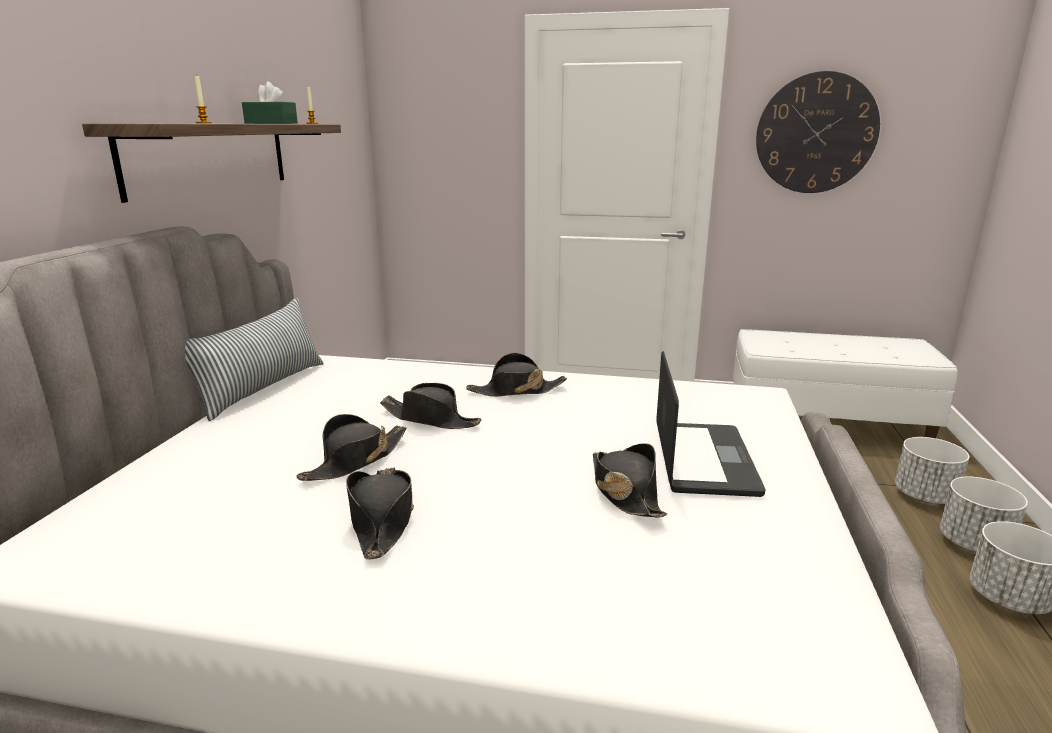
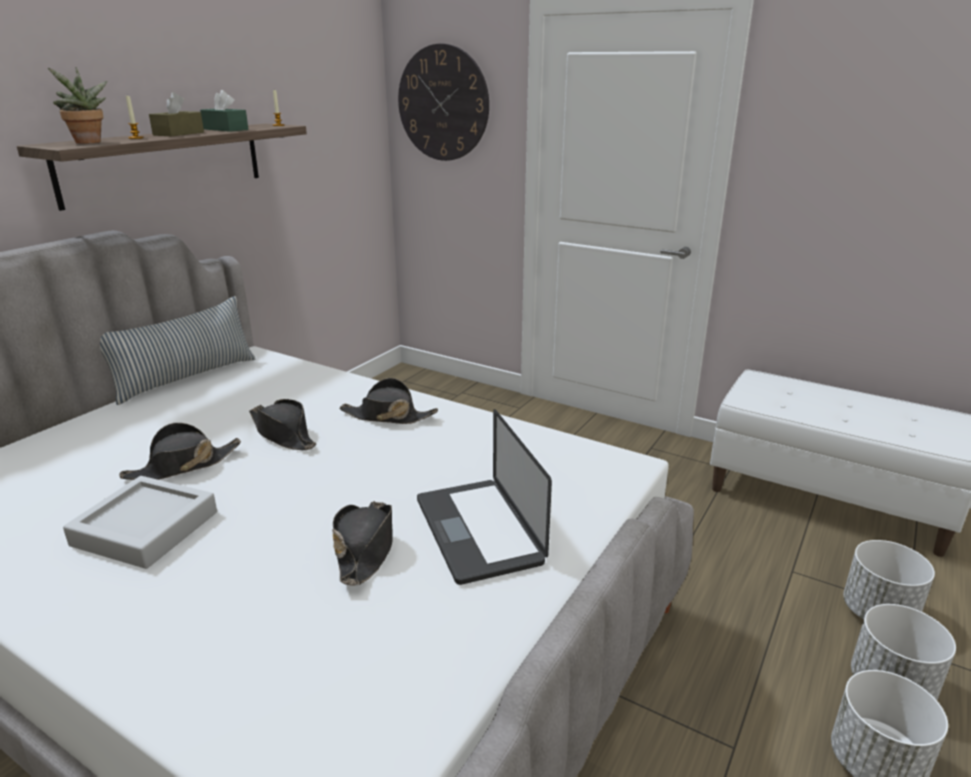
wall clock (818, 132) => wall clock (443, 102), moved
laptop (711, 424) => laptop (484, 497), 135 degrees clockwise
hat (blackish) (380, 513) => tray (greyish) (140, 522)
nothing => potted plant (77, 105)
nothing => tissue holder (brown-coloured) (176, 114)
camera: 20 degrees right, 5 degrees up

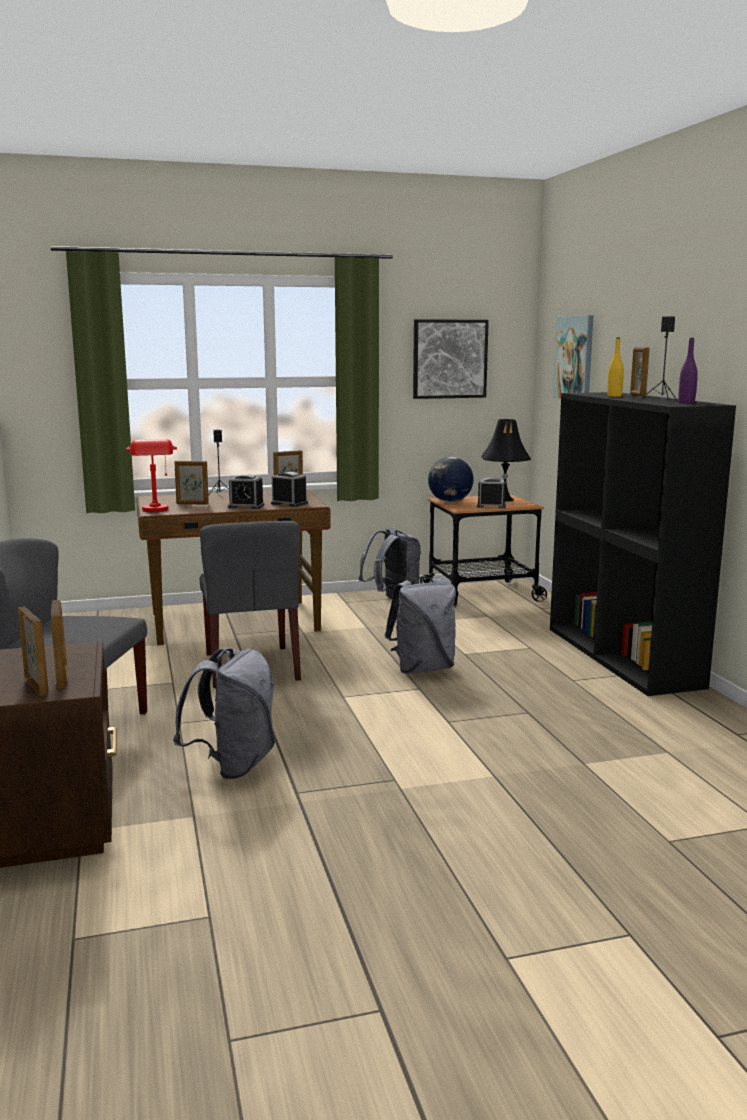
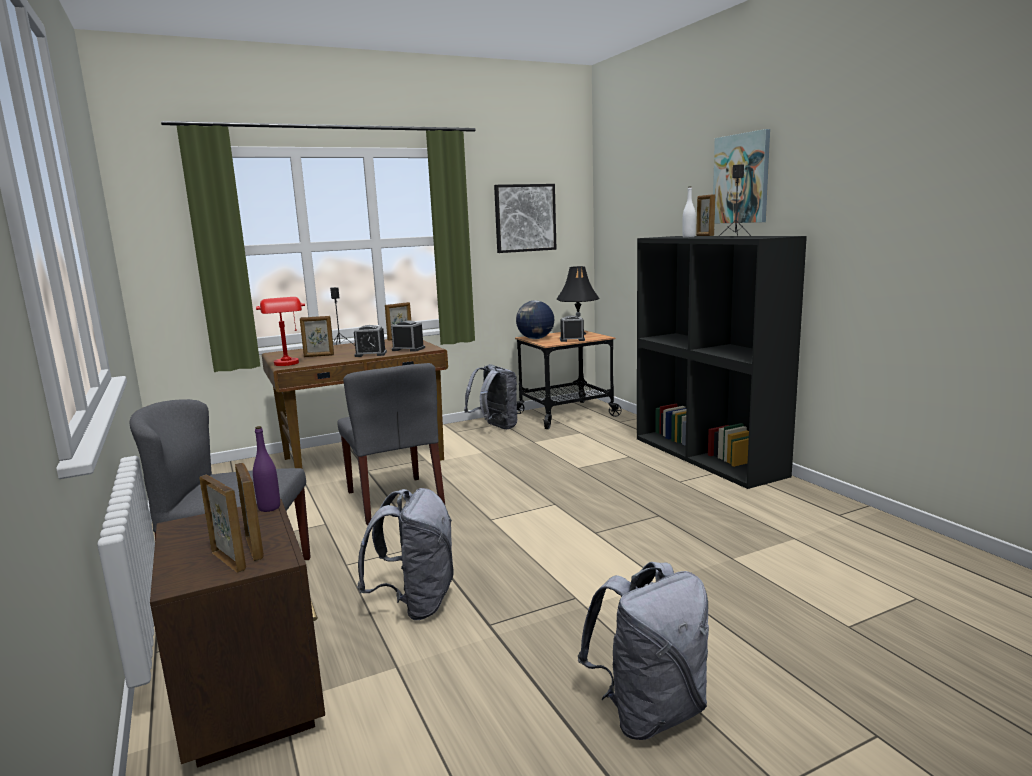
picture (573, 357) => picture (741, 176), moved
bottle (yellow-coloured) (615, 367) => bottle (whitish) (689, 212)
bottle (purplish) (688, 371) => bottle (purplish) (266, 469), moved
backpack (greyish) (420, 625) => backpack (greyish) (643, 651), moved
camera: 10 degrees left, 0 degrees up

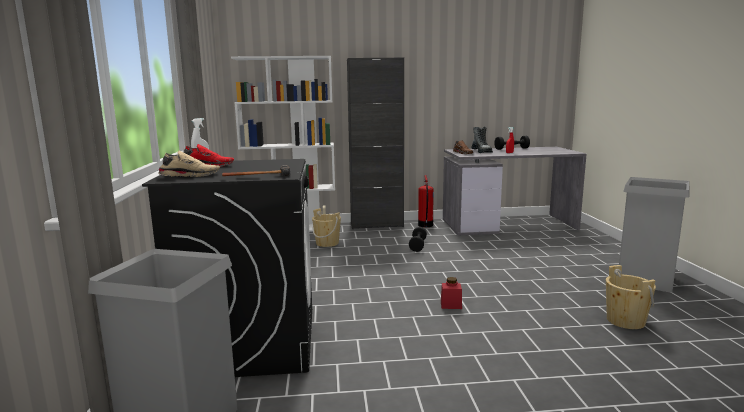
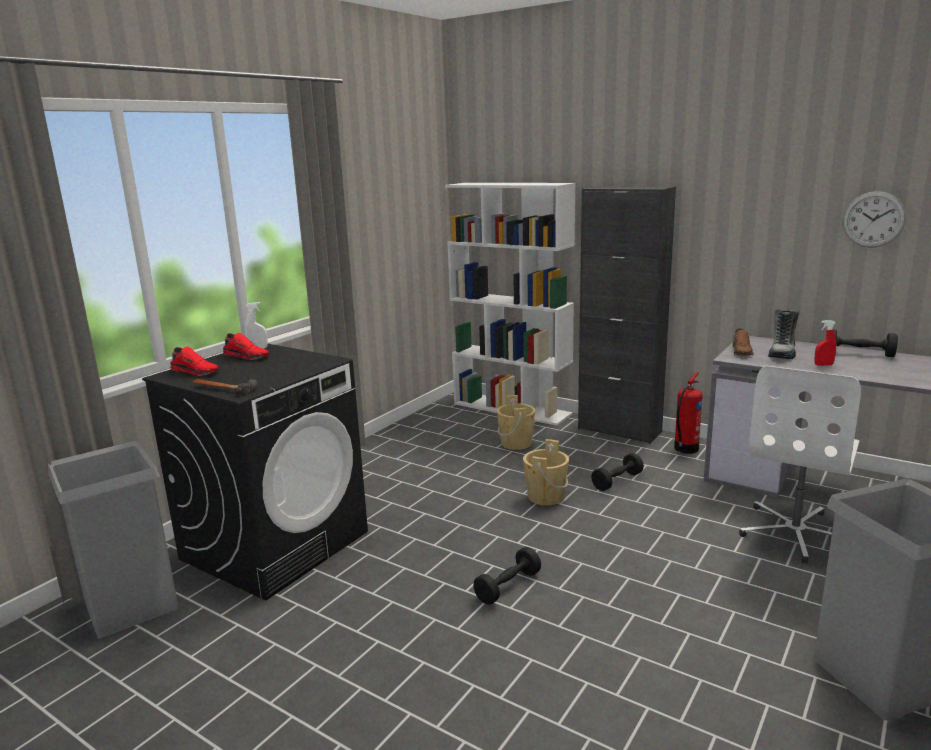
low shoe (sand-coloured) (189, 164) => low shoe (red) (194, 361)
bucket (sand-coloured) (631, 297) => bucket (sand-coloured) (546, 472), moved
jar (red) (451, 293) => hand weight (blackish) (507, 576)
nothing => wall clock (874, 219)
nothing => computer chair (whitish) (800, 464)
camera: 40 degrees right, 5 degrees up

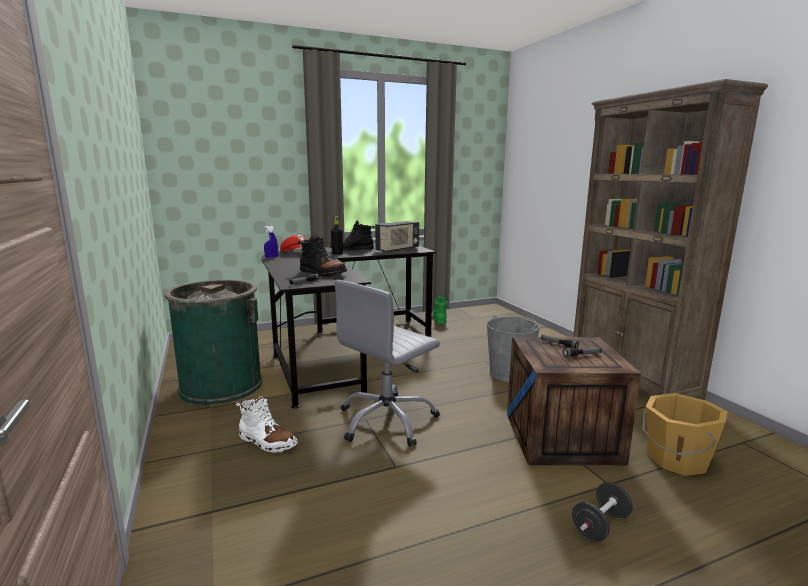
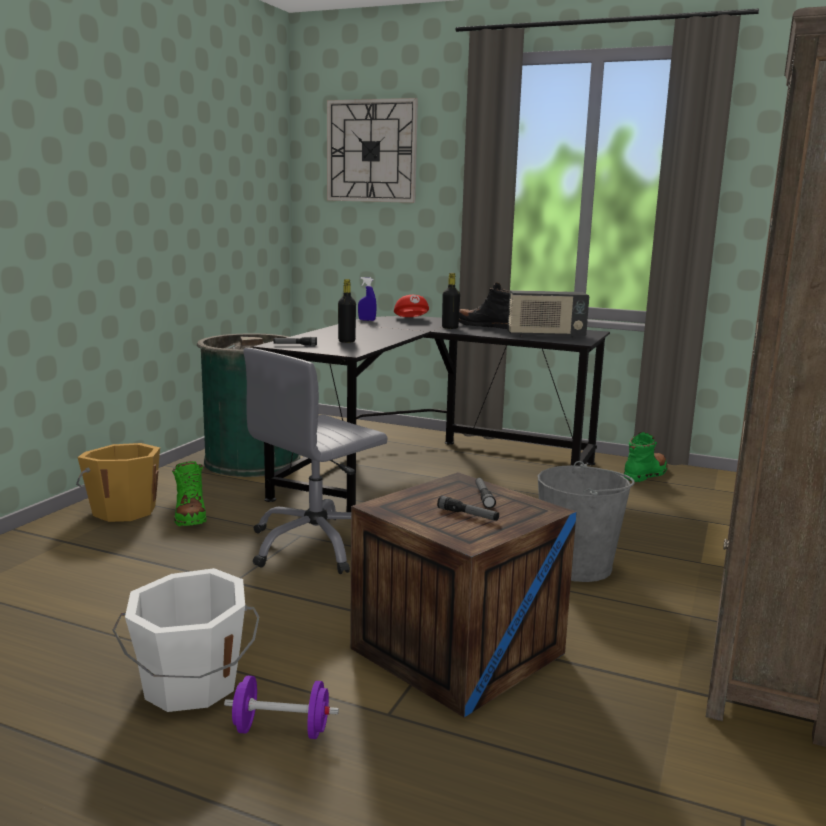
tall boot (blackish) (322, 256) => bottle (blackish) (347, 311)
computer chair (greyish) (387, 363) => computer chair (greyish) (315, 461), 45 degrees counterclockwise
bucket (orange) (685, 434) => bucket (orange) (118, 482), moved
tall boot (whitish) (267, 424) => tall boot (greenish) (189, 494)
hand weight (blackish) (602, 511) => hand weight (purplish) (281, 707)
nothing => wall clock (372, 150)
nothing => bucket (whitish) (186, 640)
camera: 45 degrees right, 0 degrees up

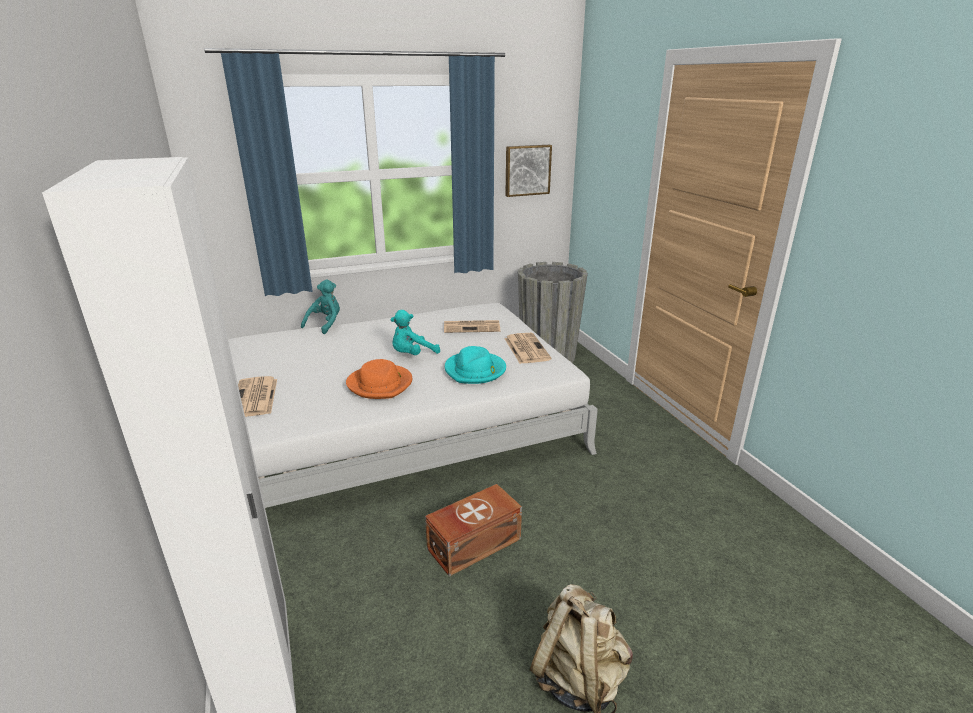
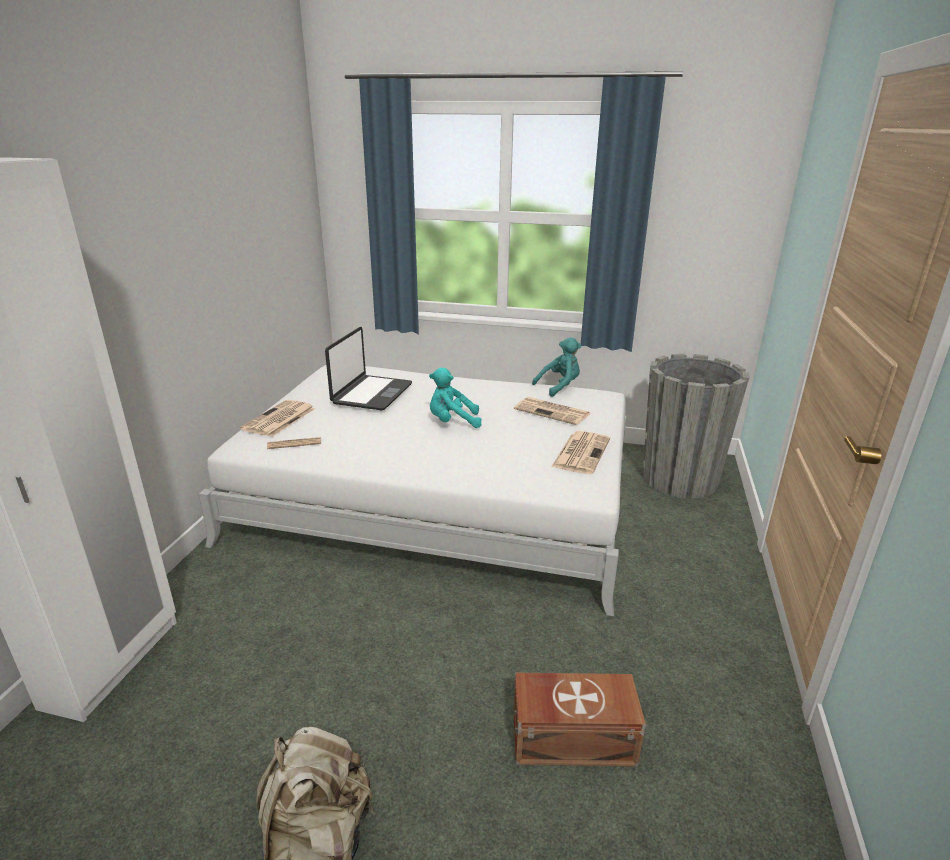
picture (528, 171) => nothing
soft toy (blue-green) (320, 307) => soft toy (blue-green) (557, 367), moved
hat (blue-green) (475, 365) => nothing
hat (orange) (379, 379) => nothing
storage box (brown-coloured) (473, 530) => storage box (brown-coloured) (579, 719), moved
nothing => laptop (368, 368)
nothing => printed paper (294, 443)
camera: 35 degrees right, 0 degrees up

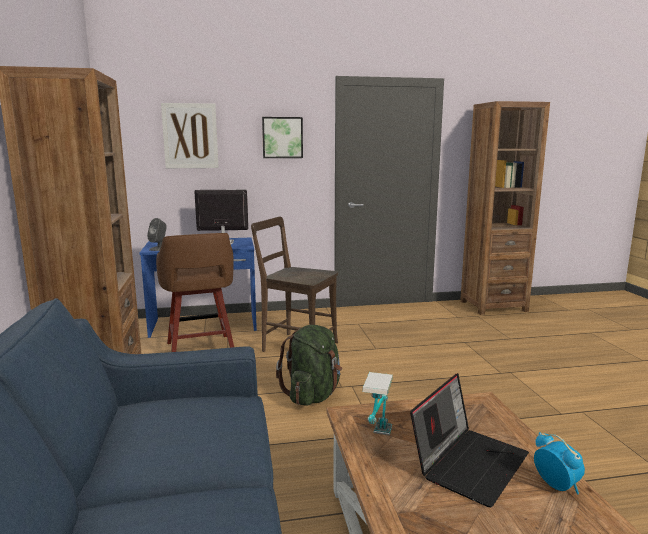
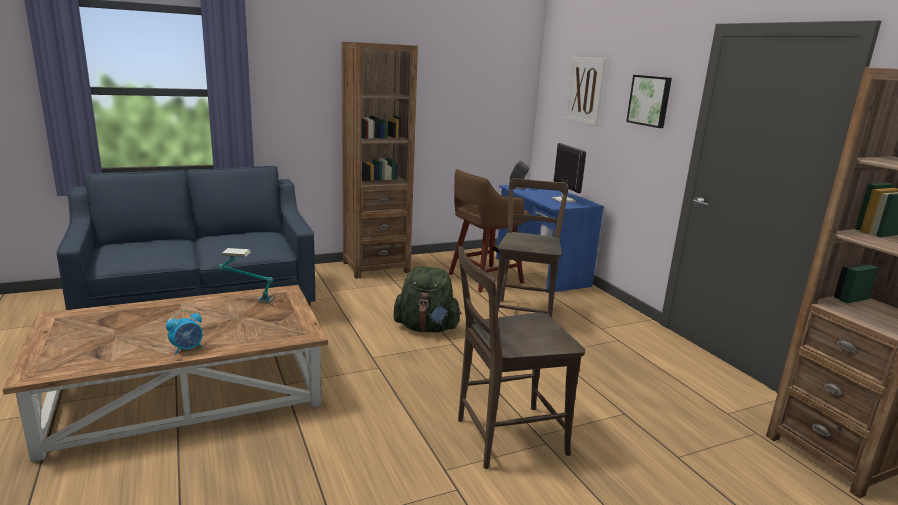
laptop (469, 440) => nothing
nothing => chair (brown-coloured) (521, 357)
camera: 75 degrees right, 5 degrees up

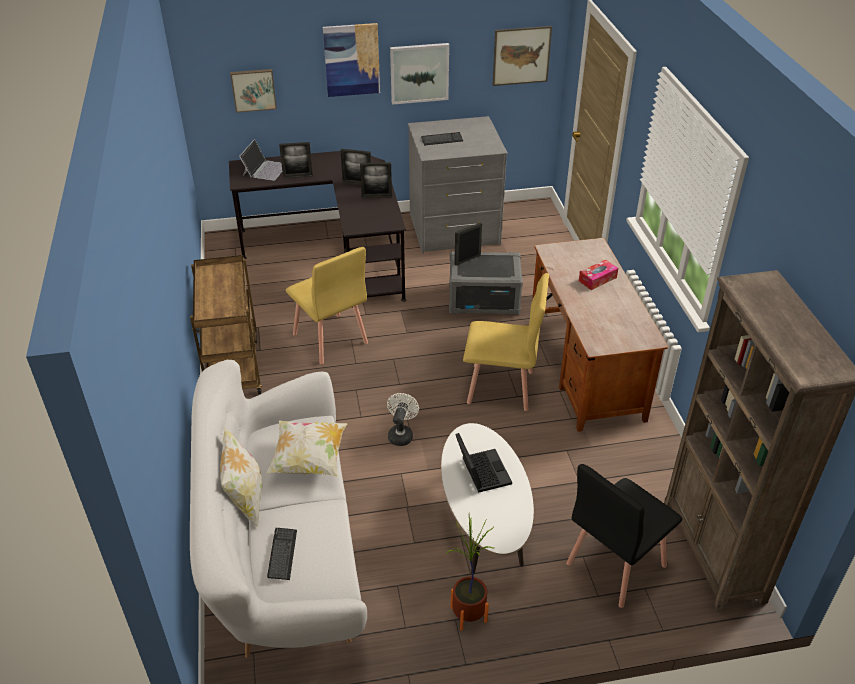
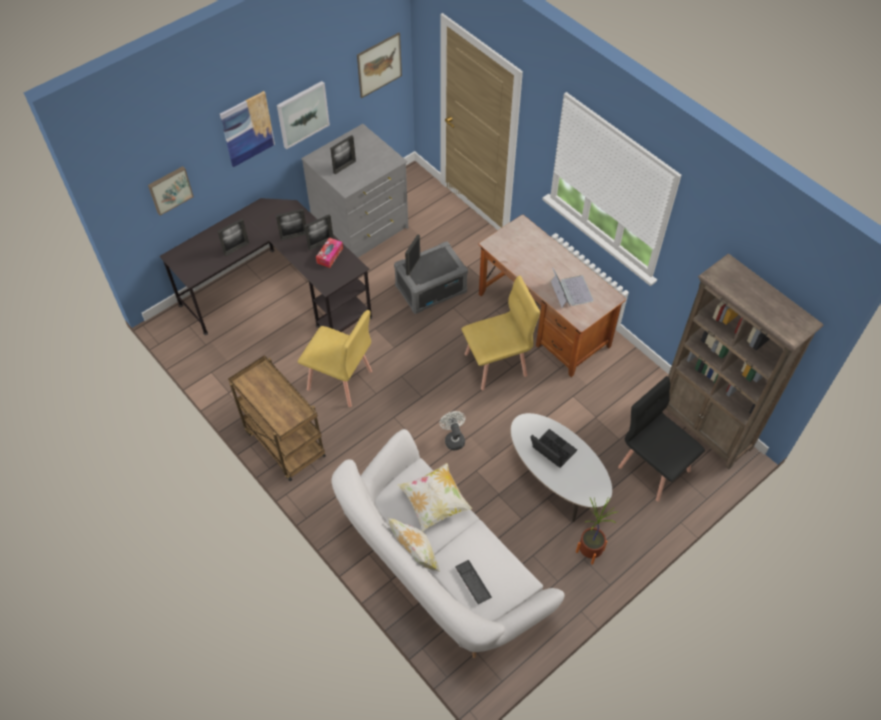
keyboard (442, 139) => standing frame (343, 154)
laptop (260, 160) => laptop (572, 288), moved
tissue holder (598, 274) => tissue holder (329, 252), moved
chair (blackish) (624, 536) => chair (blackish) (661, 439), 120 degrees clockwise
camera: 30 degrees left, 15 degrees up

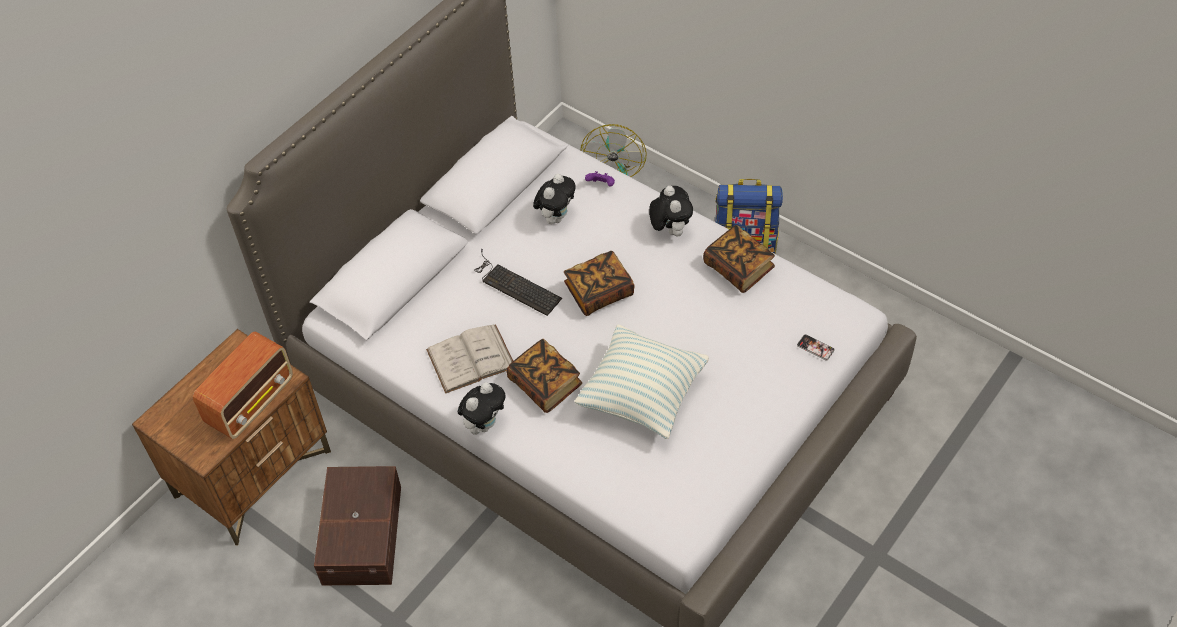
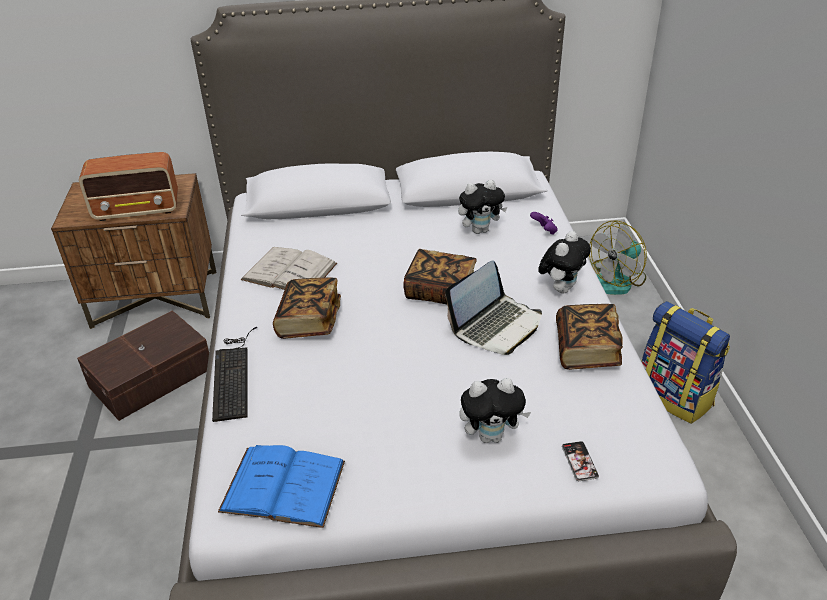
keyboard (518, 282) => keyboard (234, 374), moved
throw pillow (641, 381) => nothing
soft toy (482, 408) => soft toy (495, 410), moved
nothing => laptop (493, 307)
nothing => bound book (blue-coloured) (281, 486)
camera: 45 degrees right, 15 degrees down

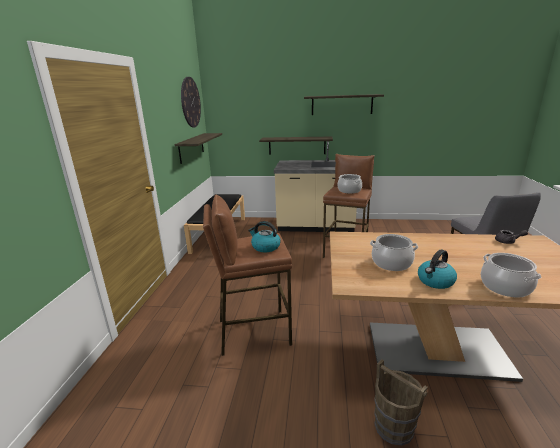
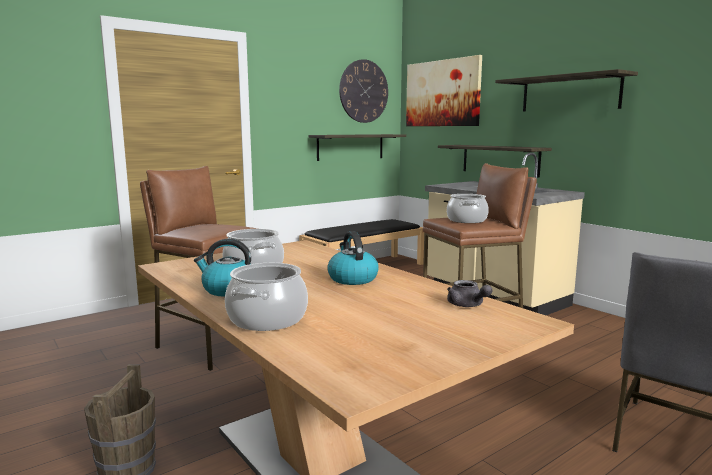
water kettle (264, 236) => water kettle (353, 258), moved
nothing => picture (444, 90)
camera: 45 degrees right, 10 degrees down

